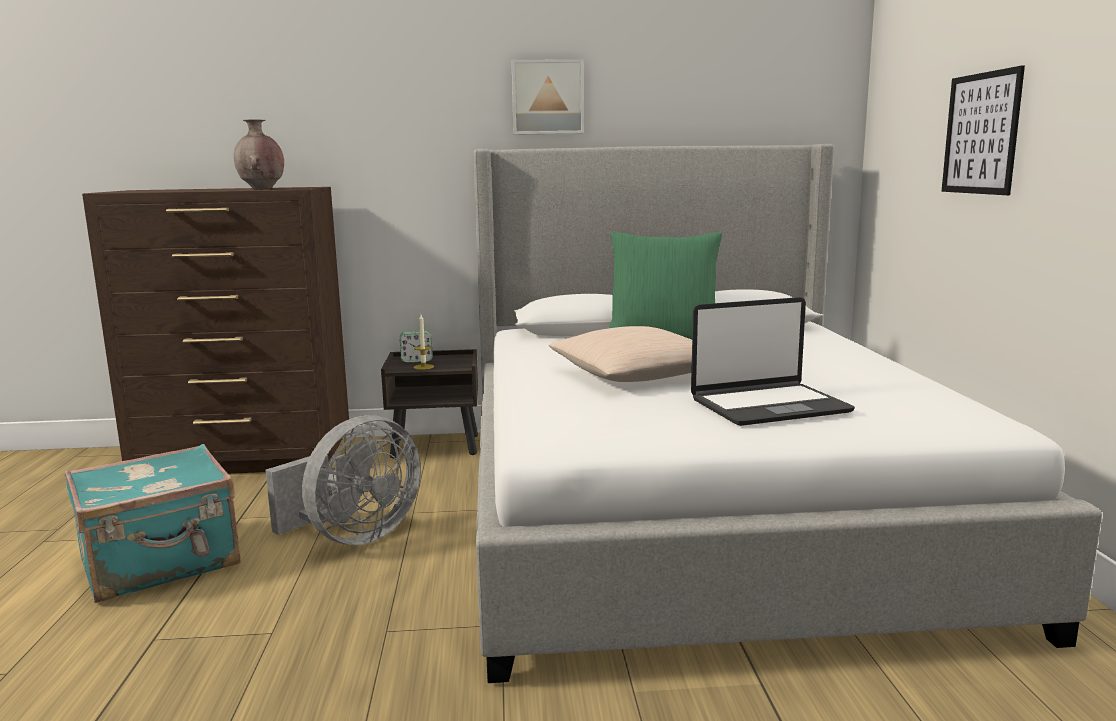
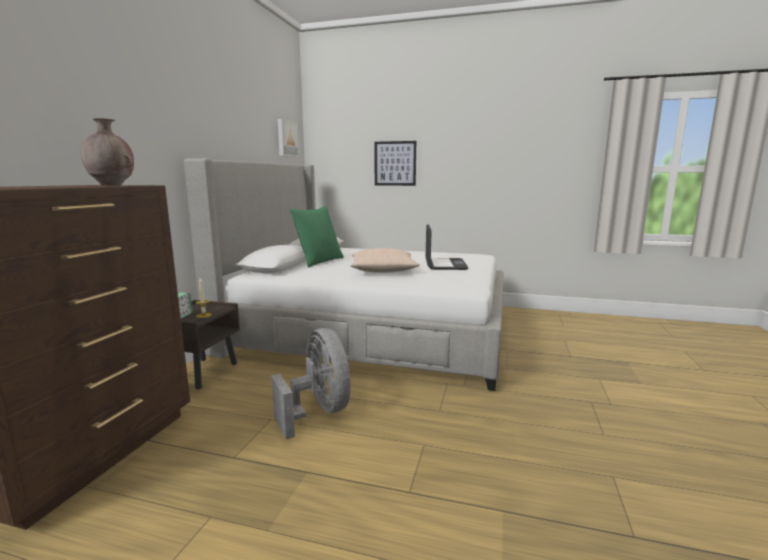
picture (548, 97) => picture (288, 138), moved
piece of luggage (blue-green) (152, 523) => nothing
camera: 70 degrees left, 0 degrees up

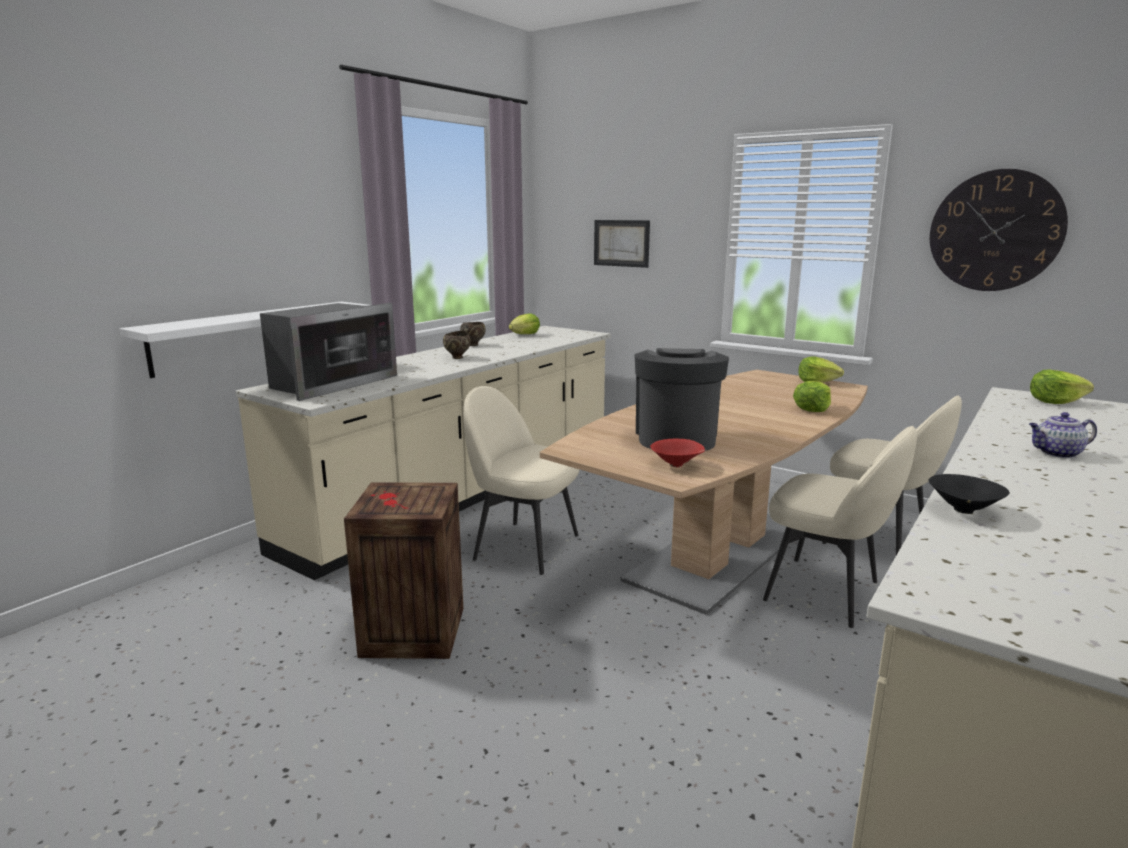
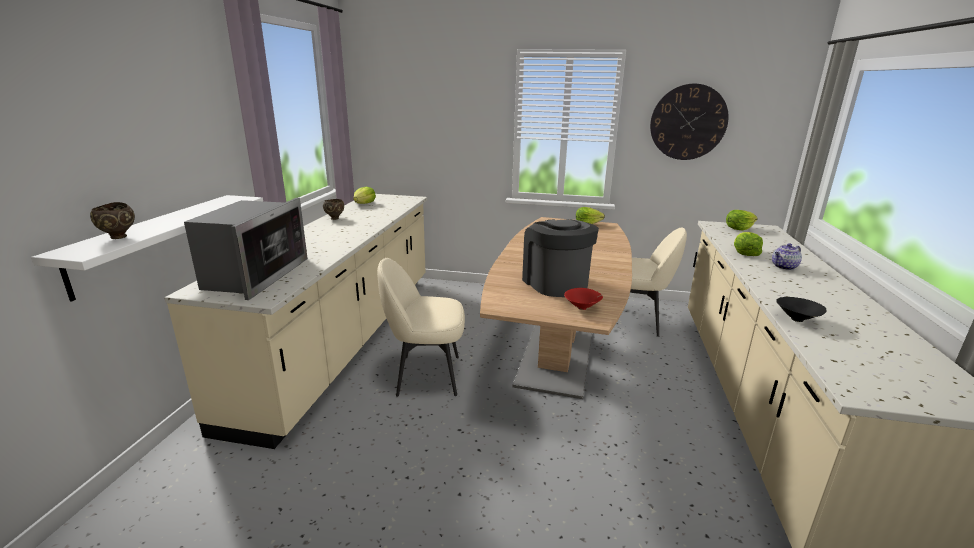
picture (622, 244) => nothing
deep dish (brown-coloured) (457, 345) => deep dish (brown-coloured) (112, 220), moved
head of lettuce (812, 396) => head of lettuce (748, 244), moved
chair (sand-coloured) (840, 527) => nothing
crate (403, 570) => nothing
camera: 25 degrees left, 5 degrees up

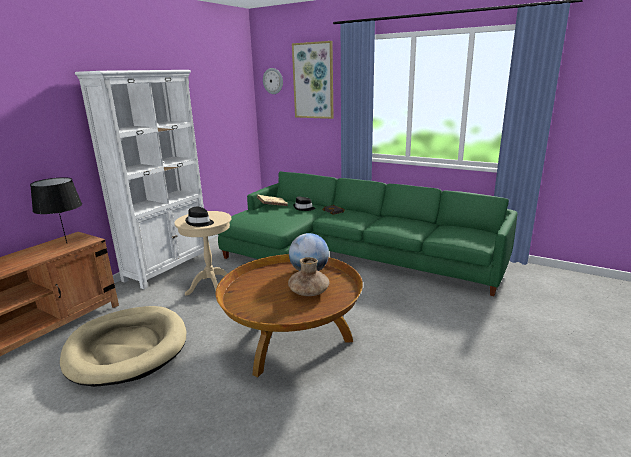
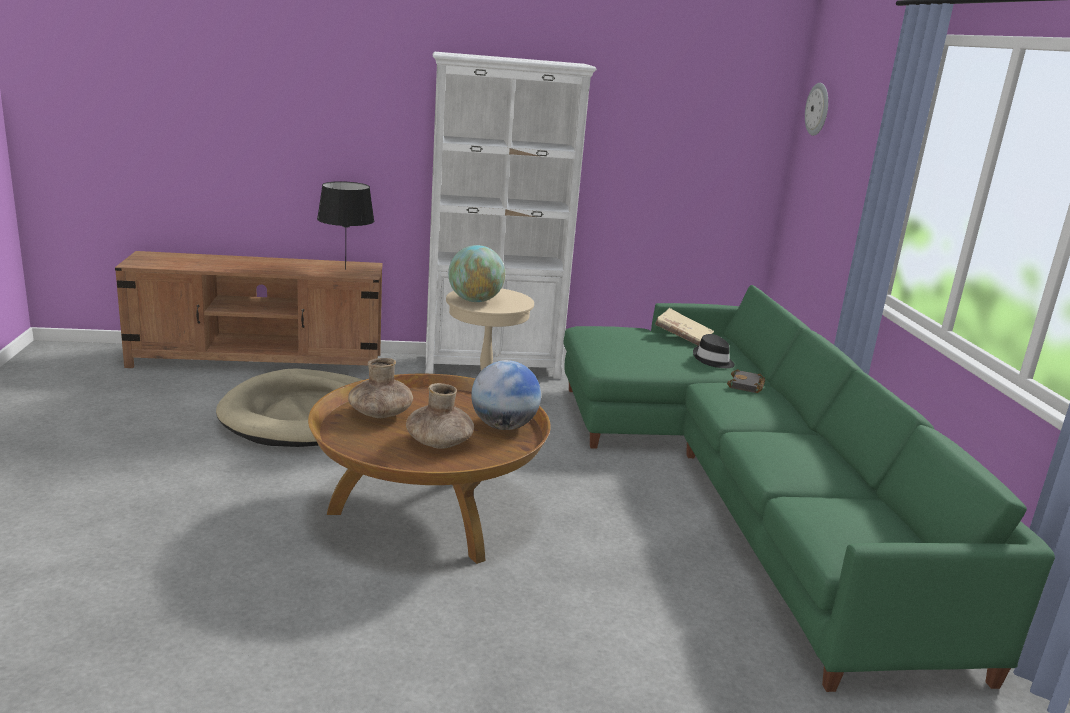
picture (312, 80) => nothing
hat (blackish) (199, 217) => desk globe (476, 273)
nothing => vase (brown-coloured) (380, 388)
camera: 50 degrees right, 0 degrees up

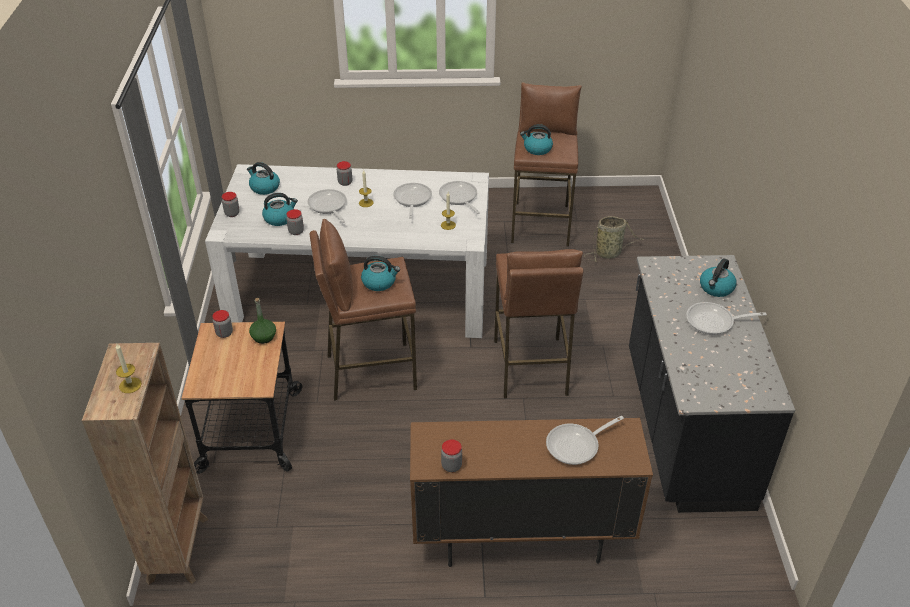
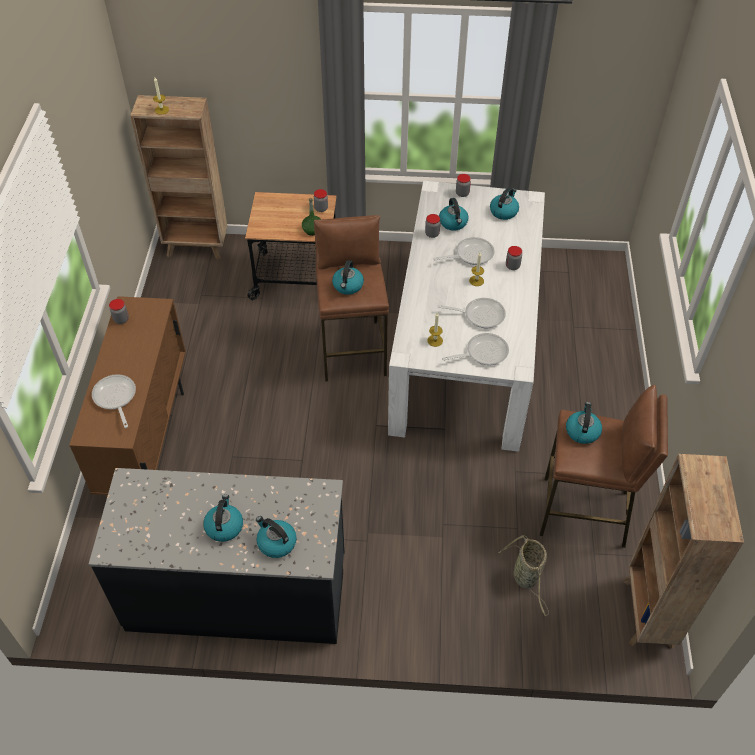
sitting stool (brown-coloured) (538, 324) => nothing
pan (726, 318) => water kettle (223, 518)
nothing => shelving unit (brown-coloured) (683, 551)
camera: 95 degrees right, 10 degrees up

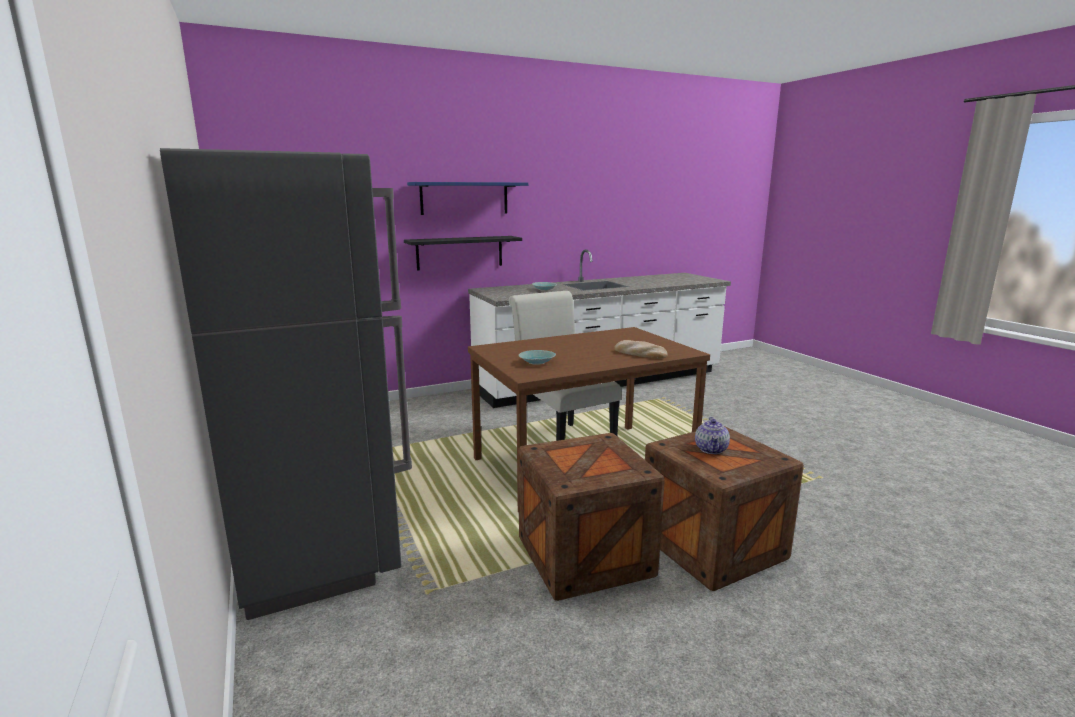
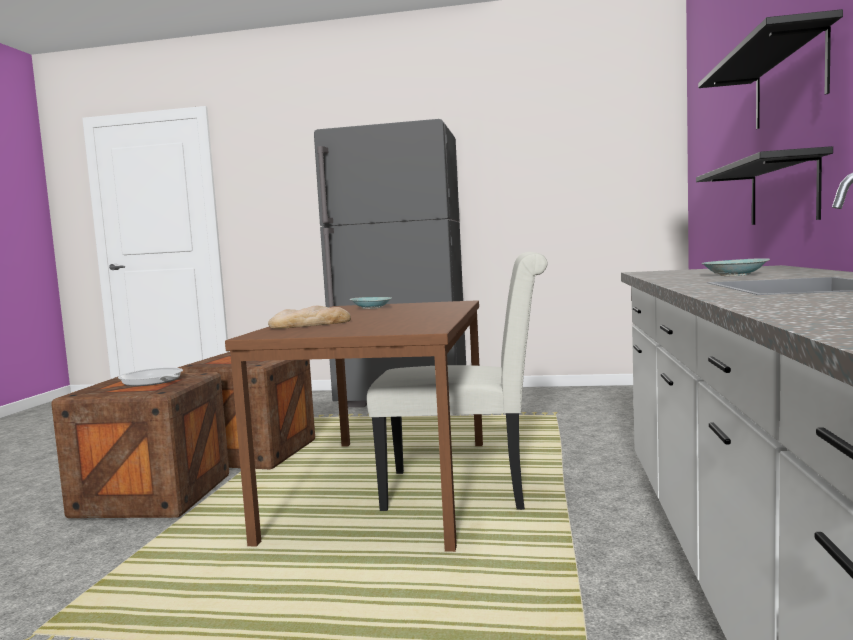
shelf (blue-coloured) (467, 198) => shelf (blackish) (770, 69)
tea pot (712, 435) => pan (150, 377)
camera: 125 degrees right, 10 degrees down

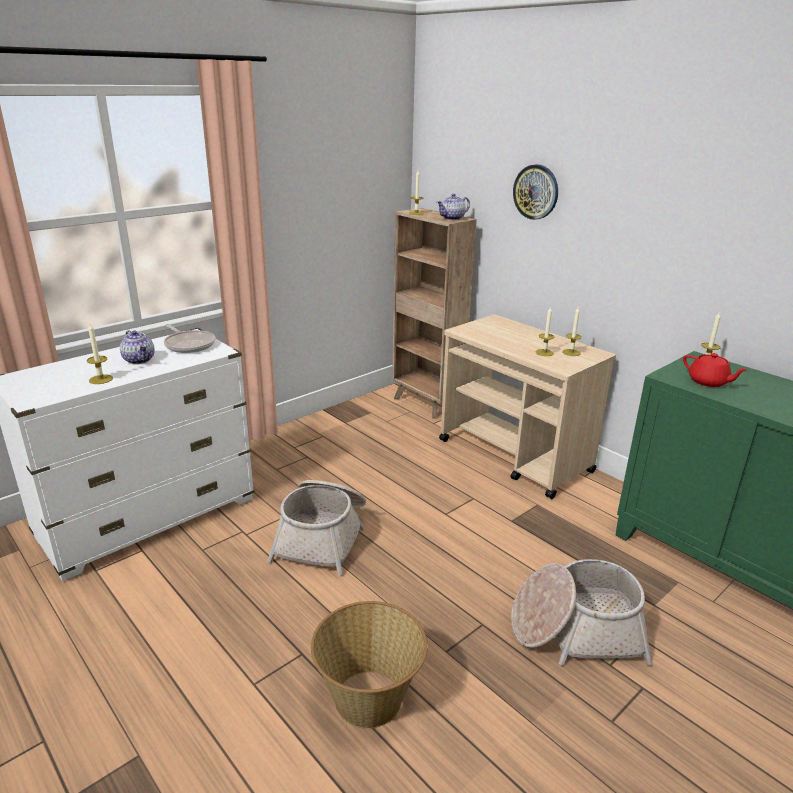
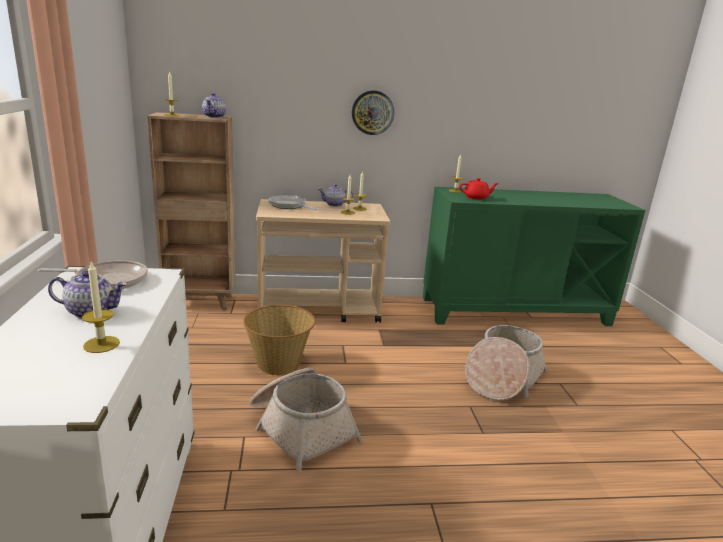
wall clock (535, 192) => wall clock (373, 112), moved
storage basket (369, 665) => storage basket (279, 340), moved
nothing => tea pot (335, 195)
nothing => pan (292, 202)
camera: 55 degrees left, 5 degrees down

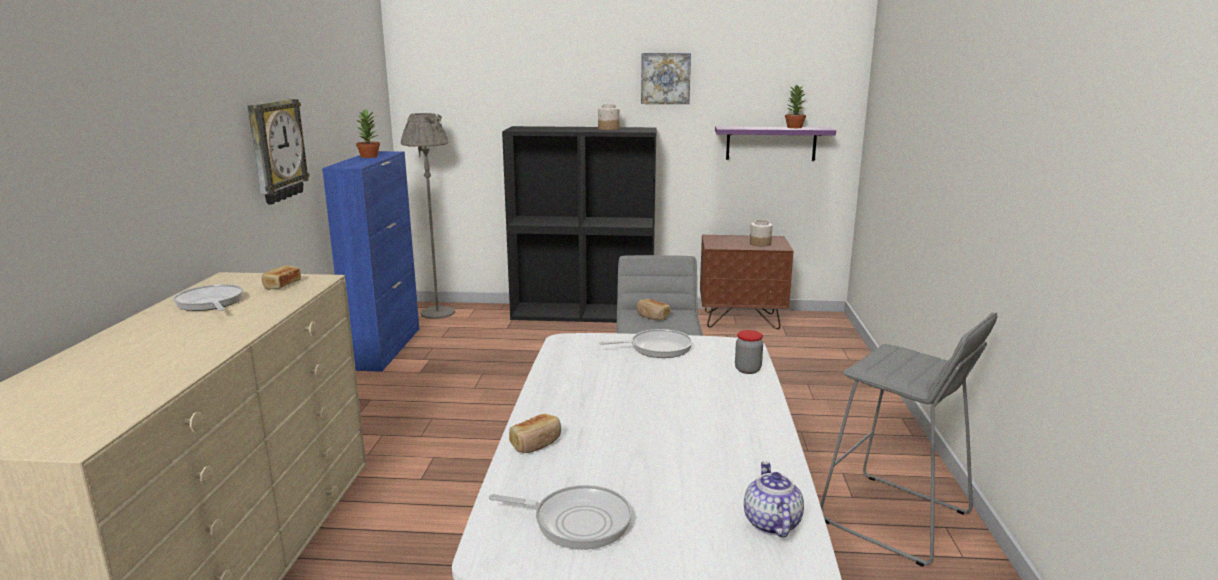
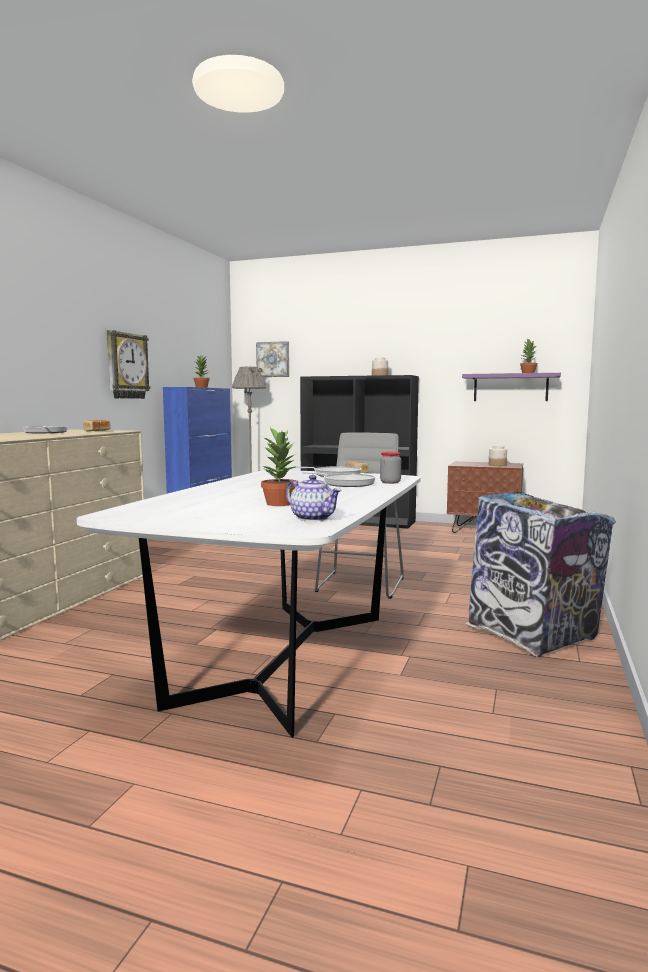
picture (666, 78) => picture (272, 359), moved
sitting stool (greyish) (909, 440) => rubbish bin (541, 574)
bread (535, 433) => nothing
tea pot (774, 499) => tea pot (313, 498), 120 degrees clockwise
pan (560, 517) => pan (339, 479), moved
nothing => potted plant (279, 466)
camera: 15 degrees right, 10 degrees down

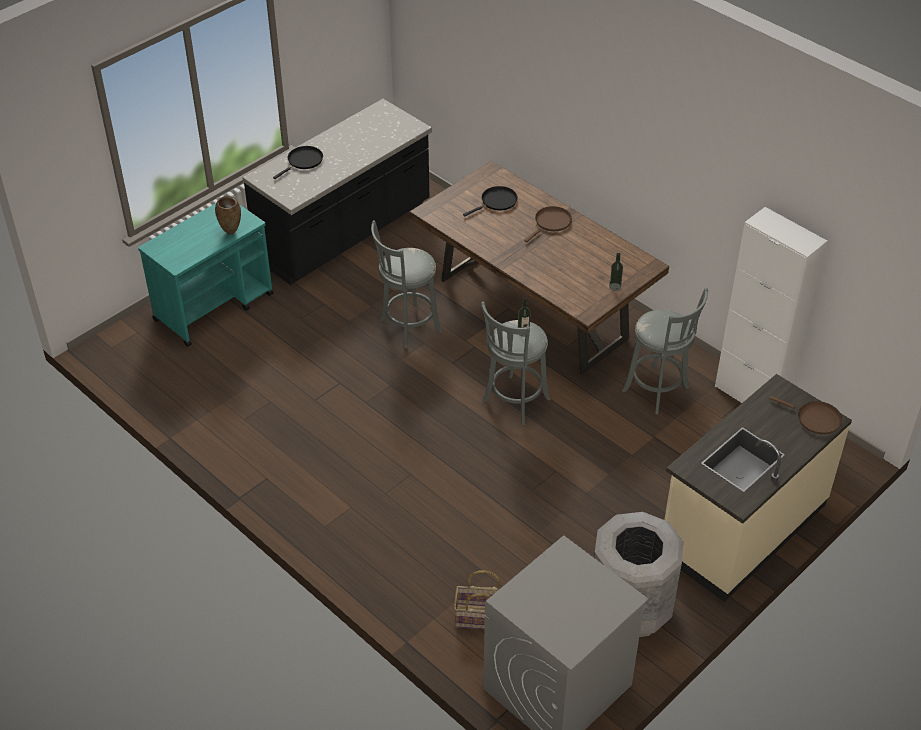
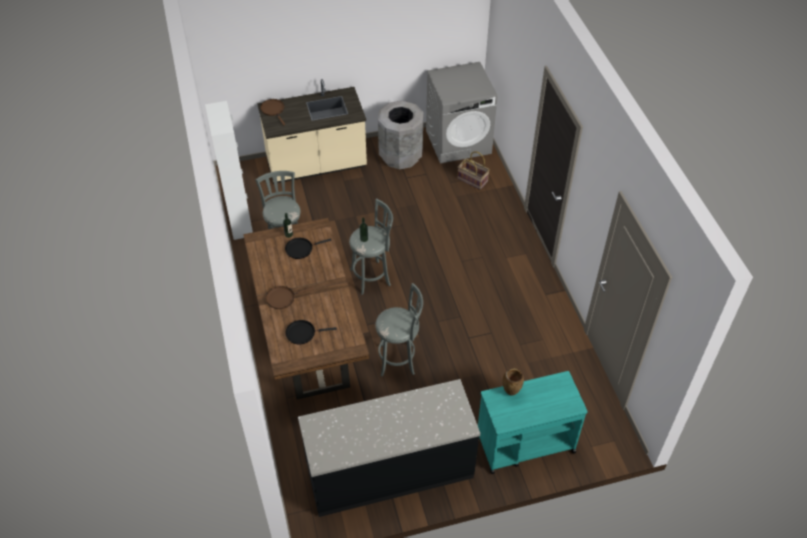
pan (blackish) (298, 162) => pan (blackish) (308, 248), moved
camera: 150 degrees left, 5 degrees up

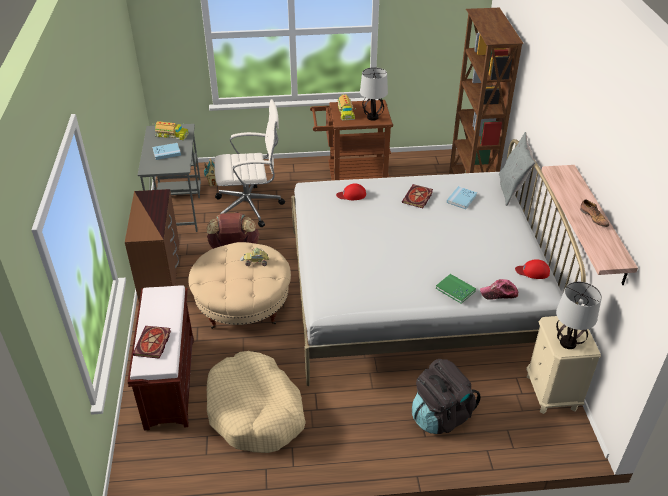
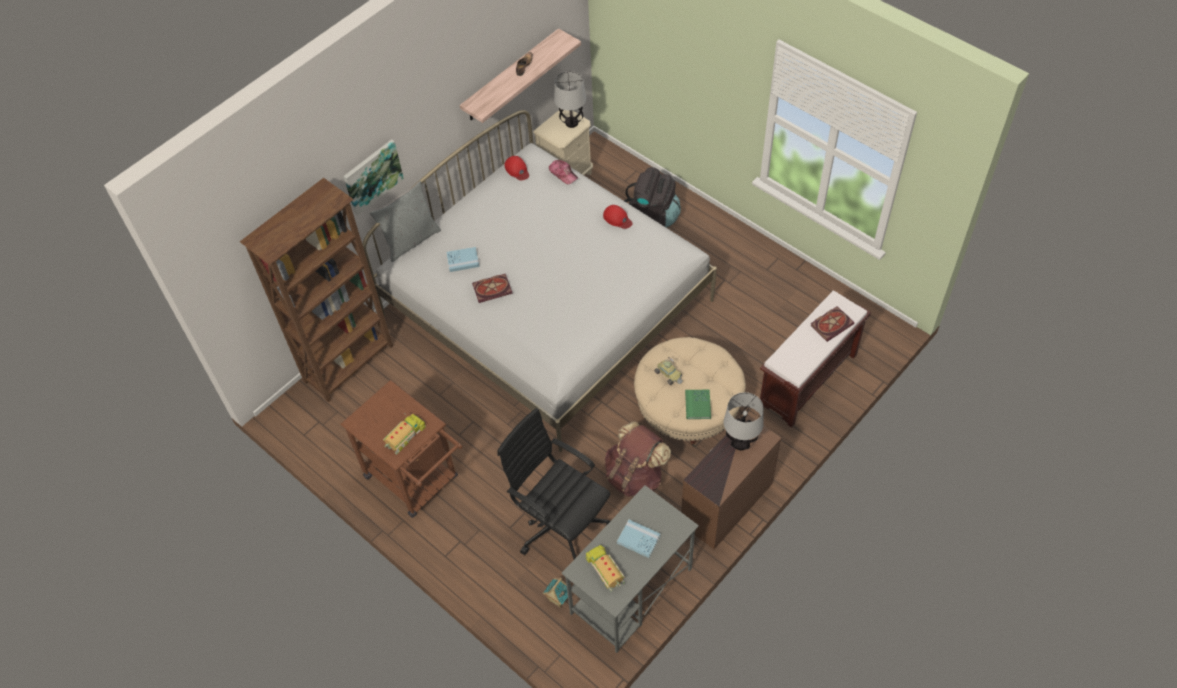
tabletop lamp (374, 94) => tabletop lamp (744, 421), moved
computer chair (whitish) (250, 163) => computer chair (blackish) (553, 483)
baseball cap (red) (351, 191) => baseball cap (red) (617, 217), moved
bound book (greenish) (456, 289) => bound book (greenish) (698, 404), moved
pet bed (sand-coloured) (256, 402) => nothing
nothing => picture (373, 177)
camera: 130 degrees left, 15 degrees up

